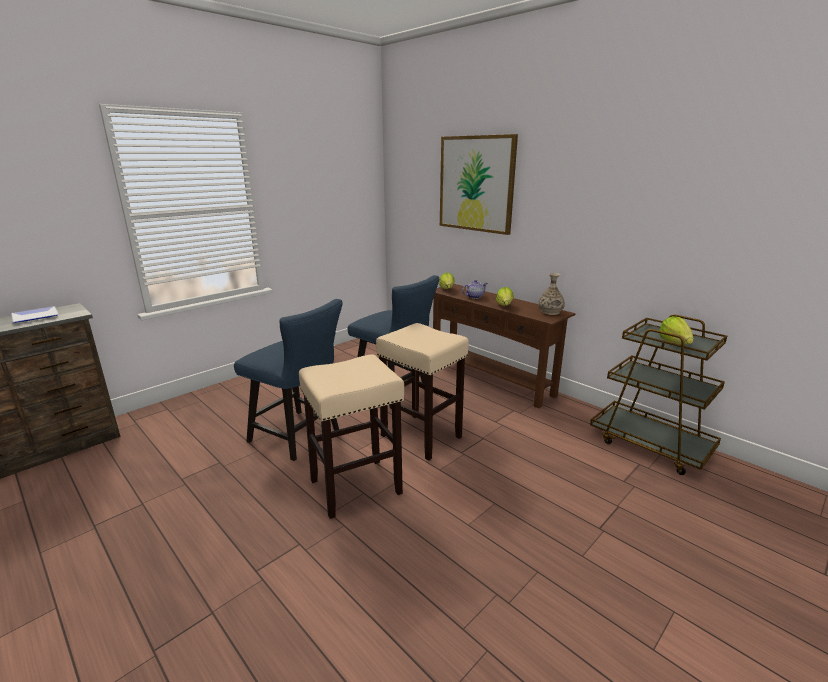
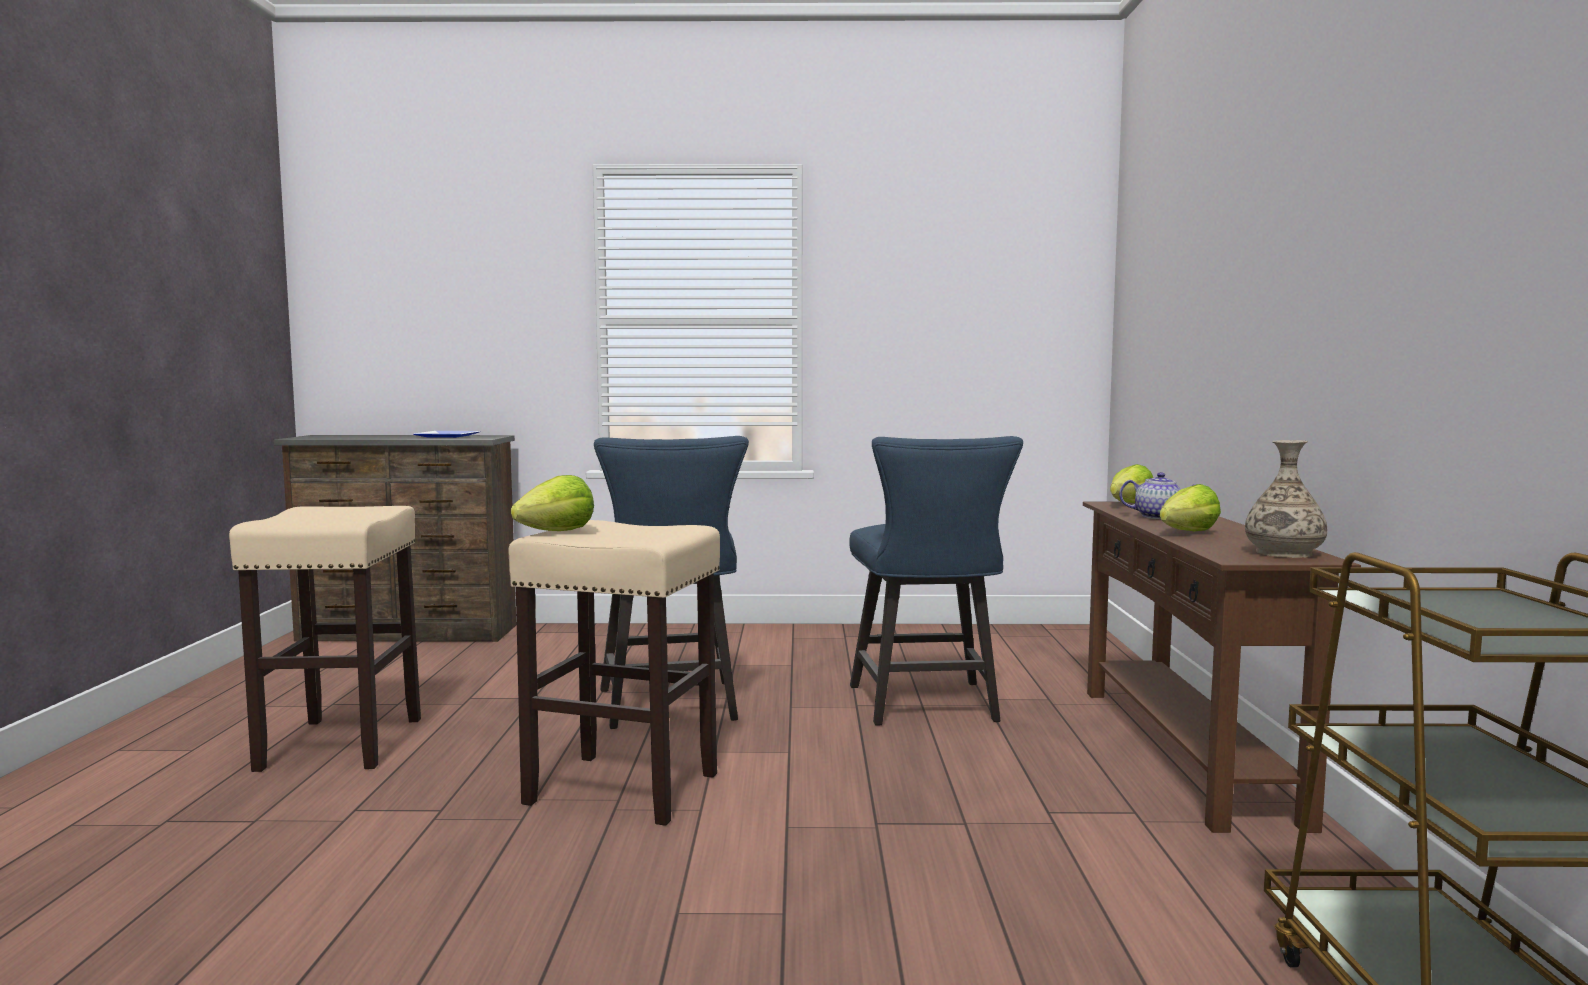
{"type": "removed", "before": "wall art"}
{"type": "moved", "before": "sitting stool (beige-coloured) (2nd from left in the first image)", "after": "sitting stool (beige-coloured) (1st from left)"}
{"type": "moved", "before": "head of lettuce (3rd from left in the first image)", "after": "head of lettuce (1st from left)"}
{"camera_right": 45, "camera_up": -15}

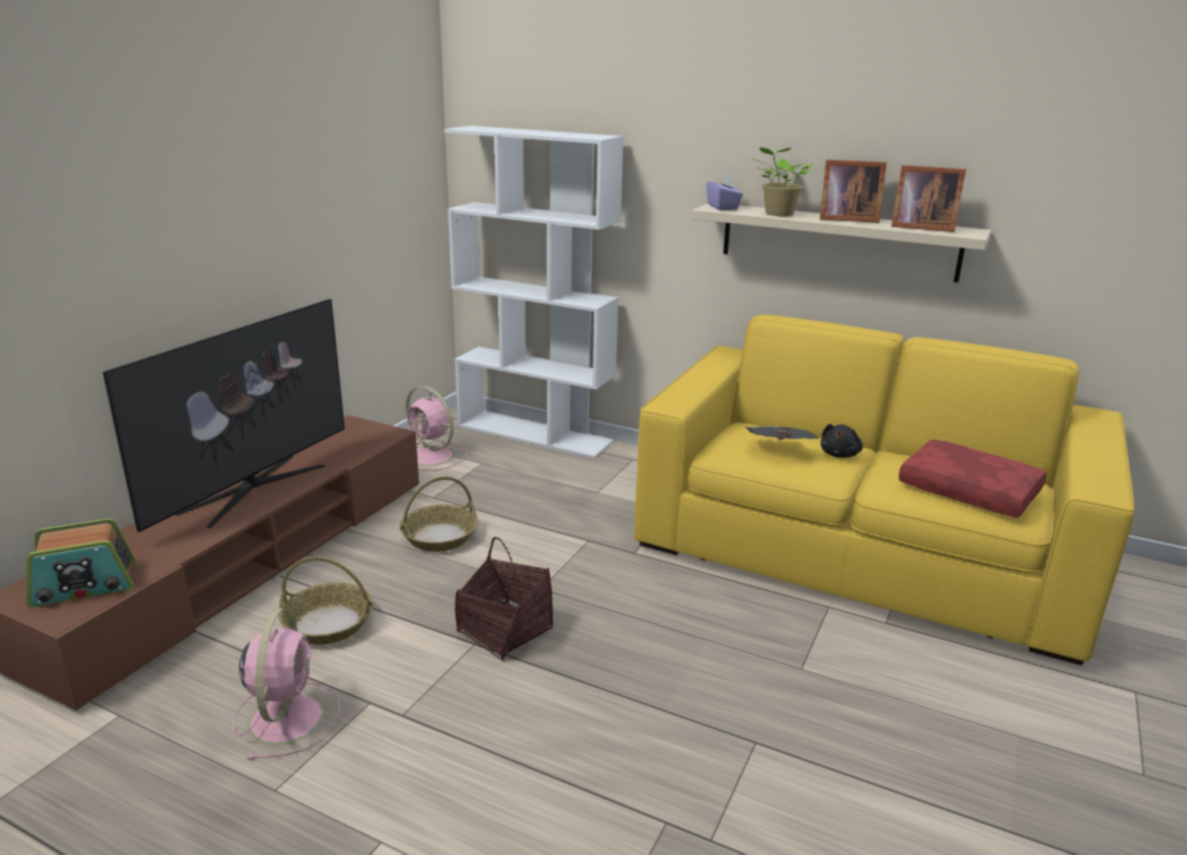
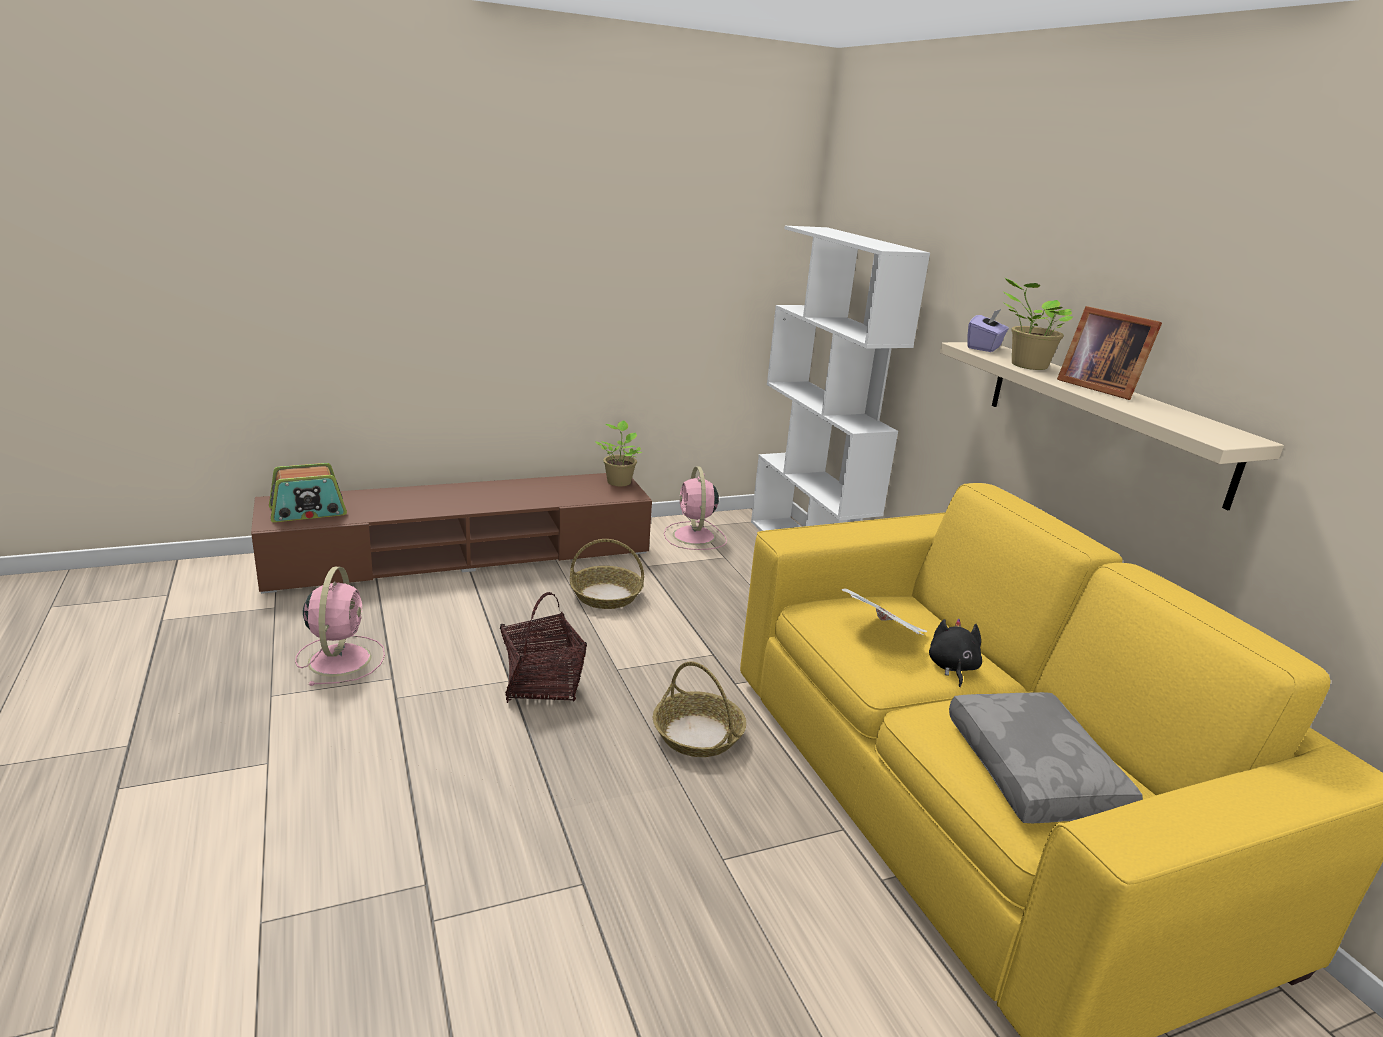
{"type": "removed", "before": "TV set"}
{"type": "removed", "before": "photo frame (2nd from left)"}
{"type": "added", "after": "plant in a pot (1st from left)"}
{"type": "moved", "before": "household basket (1st from left in the first image)", "after": "household basket (3rd from left)"}
{"type": "recoloured", "before": "throw pillow (red-coloured)", "after": "throw pillow (greyish)"}
{"type": "turned", "before": "radio receiver", "turn": -45}
{"type": "turned", "before": "electric fan (pinkish) (1st from left)", "turn": -45}
{"type": "turned", "before": "plush toy (blackish)", "turn": 120}
{"camera_right": 40, "camera_up": 0}

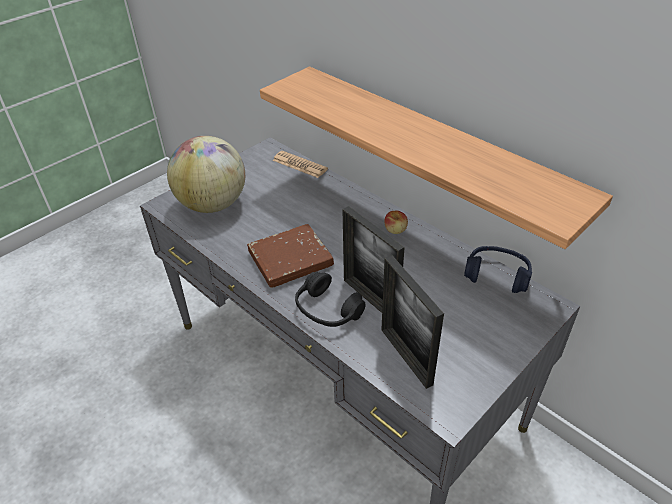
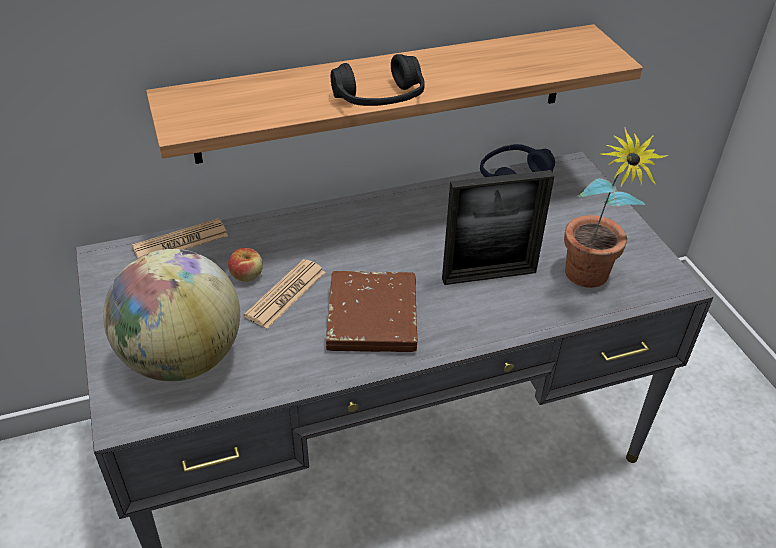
{"type": "added", "after": "printed paper (2nd from left)"}
{"type": "moved", "before": "headphones (blackish)"}
{"type": "moved", "before": "apple"}
{"type": "replaced", "before": "photo frame (2nd from left)", "after": "plant in a pot"}
{"camera_right": -65, "camera_up": 0}

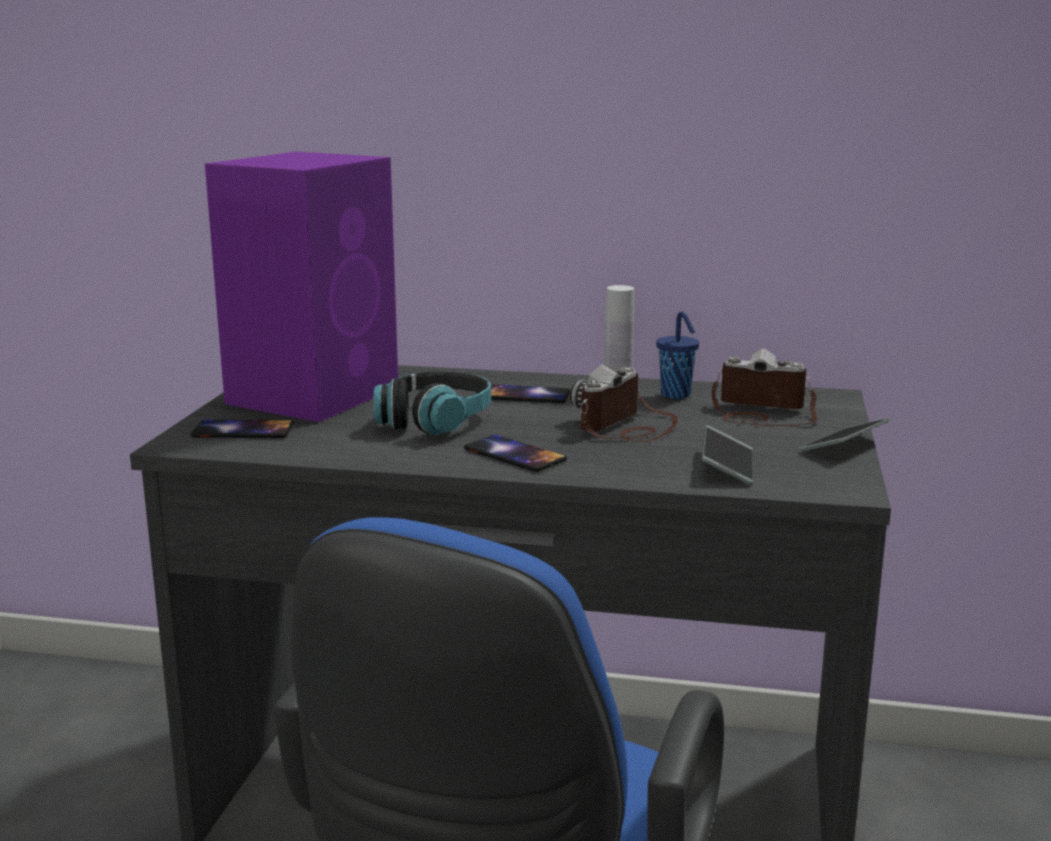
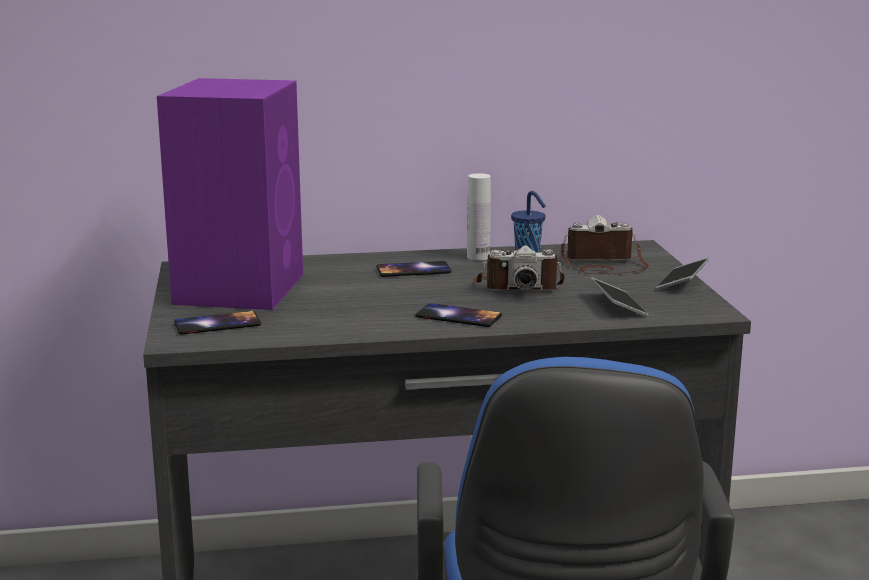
{"type": "removed", "before": "headphones"}
{"type": "turned", "before": "photo camera (1st from left)", "turn": -105}
{"camera_right": -20, "camera_up": 0}

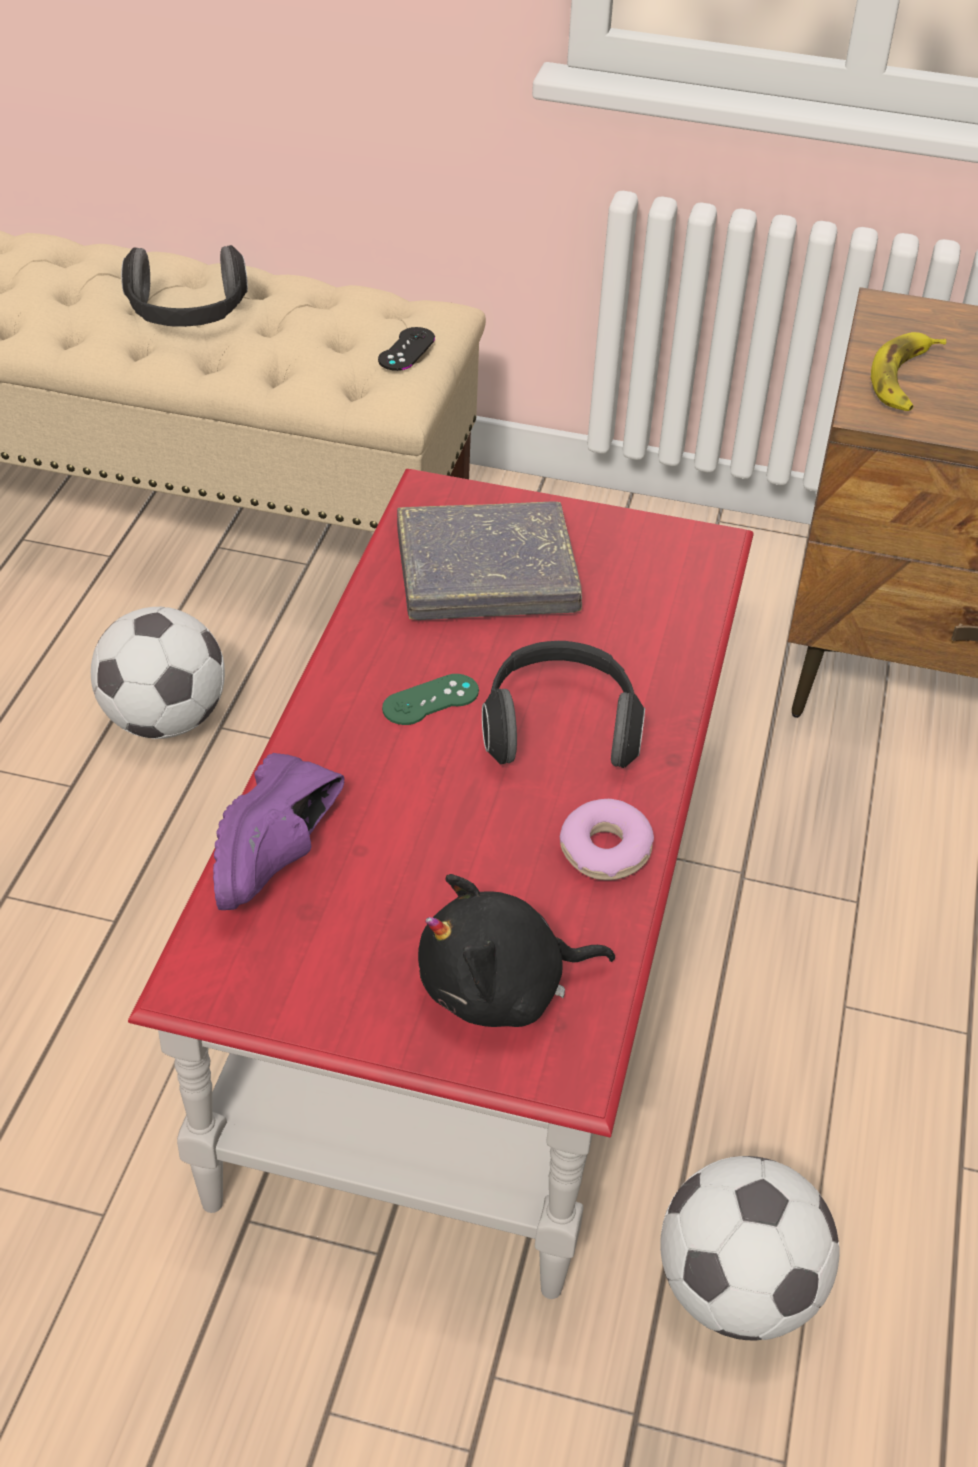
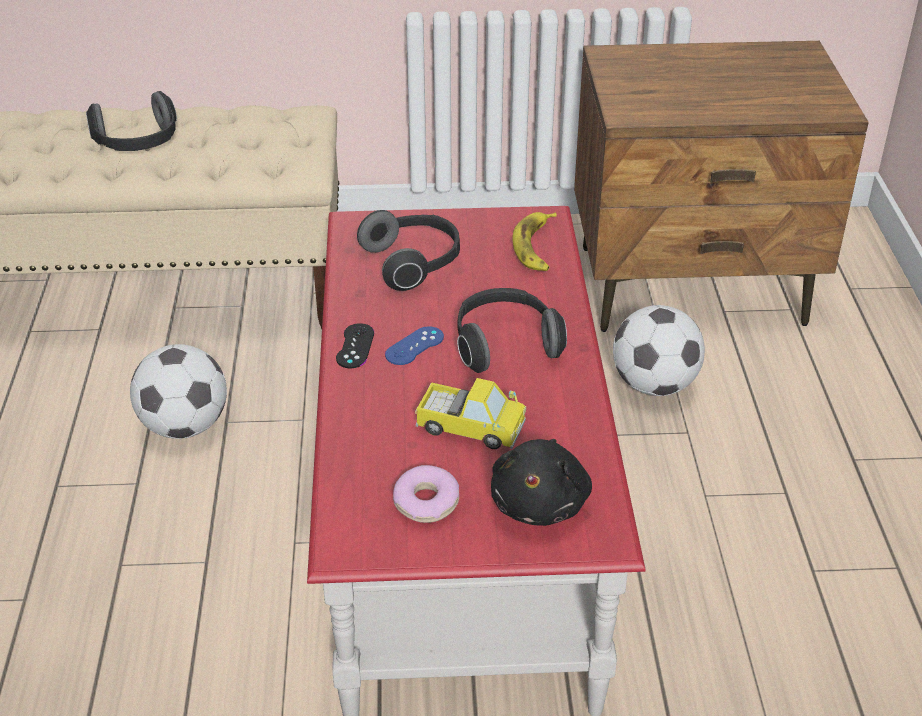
{"type": "removed", "before": "low shoe (purplish)"}
{"type": "added", "after": "model truck"}
{"type": "moved", "before": "gamepad (blackish)"}
{"type": "moved", "before": "donut"}
{"type": "moved", "before": "football (2nd from left)"}
{"type": "moved", "before": "whole banana"}
{"type": "replaced", "before": "volume (greyish)", "after": "headphones (2nd from left)"}
{"type": "recoloured", "before": "gamepad (green)", "after": "gamepad (blue-coloured)"}
{"type": "turned", "before": "plush toy (blackish)", "turn": -45}
{"camera_right": -15, "camera_up": -5}

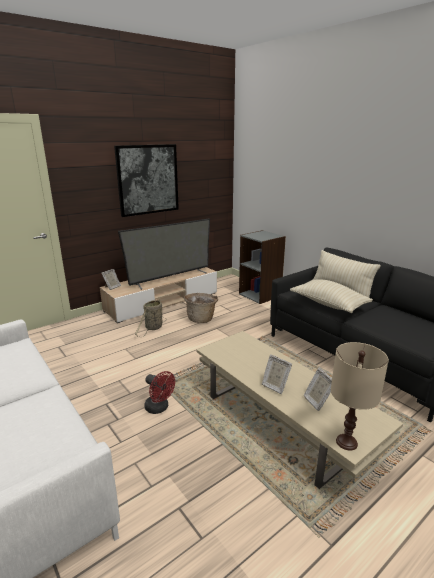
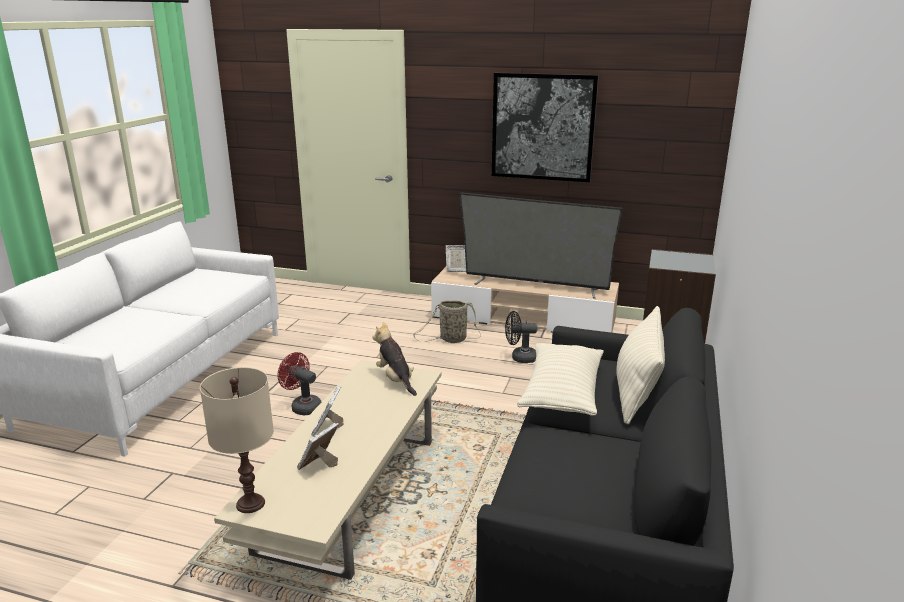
{"type": "added", "after": "plush toy"}
{"type": "replaced", "before": "household basket (2nd from left)", "after": "electric fan (blackish)"}
{"type": "turned", "before": "electric fan (red-coloured)", "turn": 120}
{"camera_right": 55, "camera_up": 0}

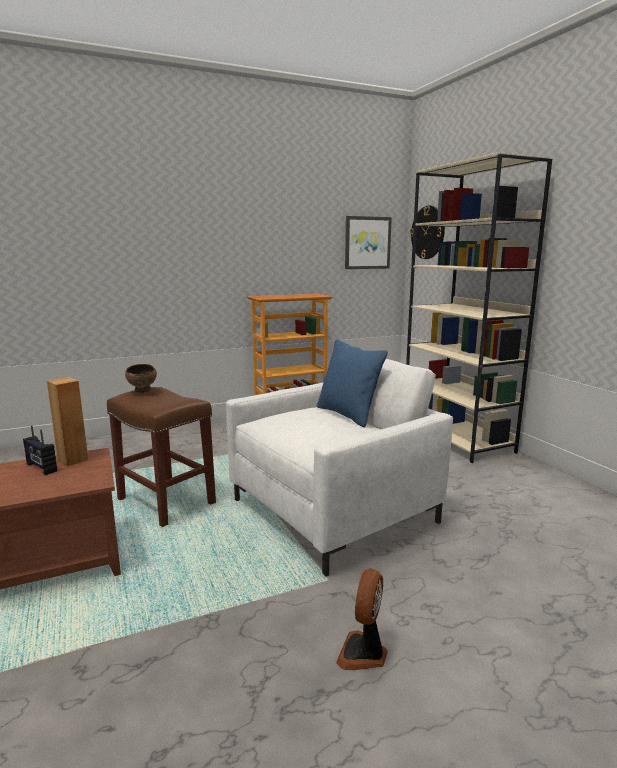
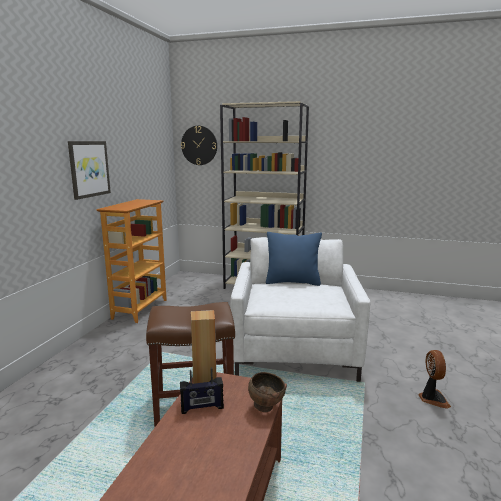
{"type": "moved", "before": "bowl (brownish)"}
{"type": "moved", "before": "wall art"}
{"type": "turned", "before": "electric fan", "turn": -150}
{"camera_right": -50, "camera_up": 0}

